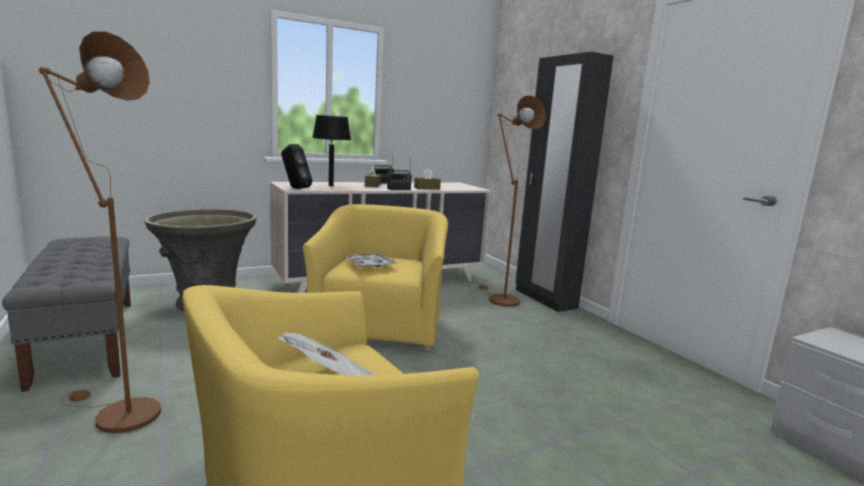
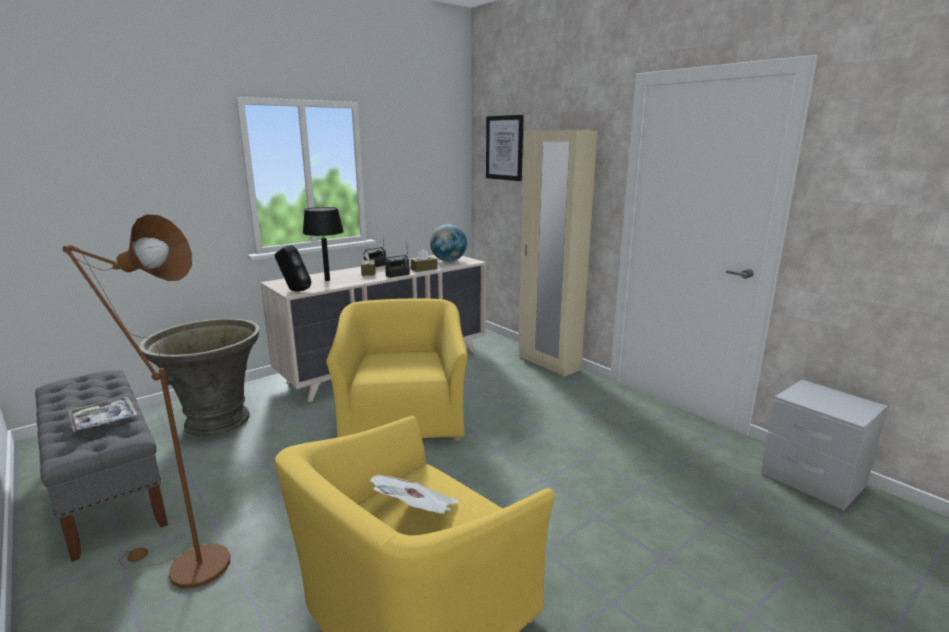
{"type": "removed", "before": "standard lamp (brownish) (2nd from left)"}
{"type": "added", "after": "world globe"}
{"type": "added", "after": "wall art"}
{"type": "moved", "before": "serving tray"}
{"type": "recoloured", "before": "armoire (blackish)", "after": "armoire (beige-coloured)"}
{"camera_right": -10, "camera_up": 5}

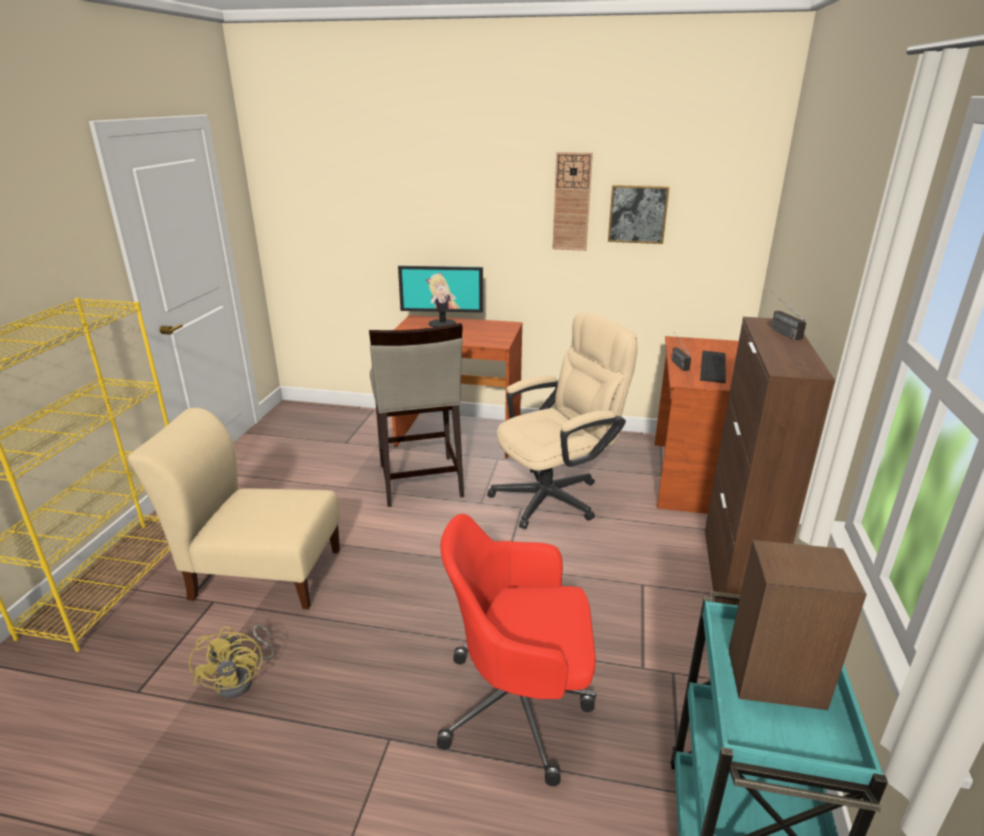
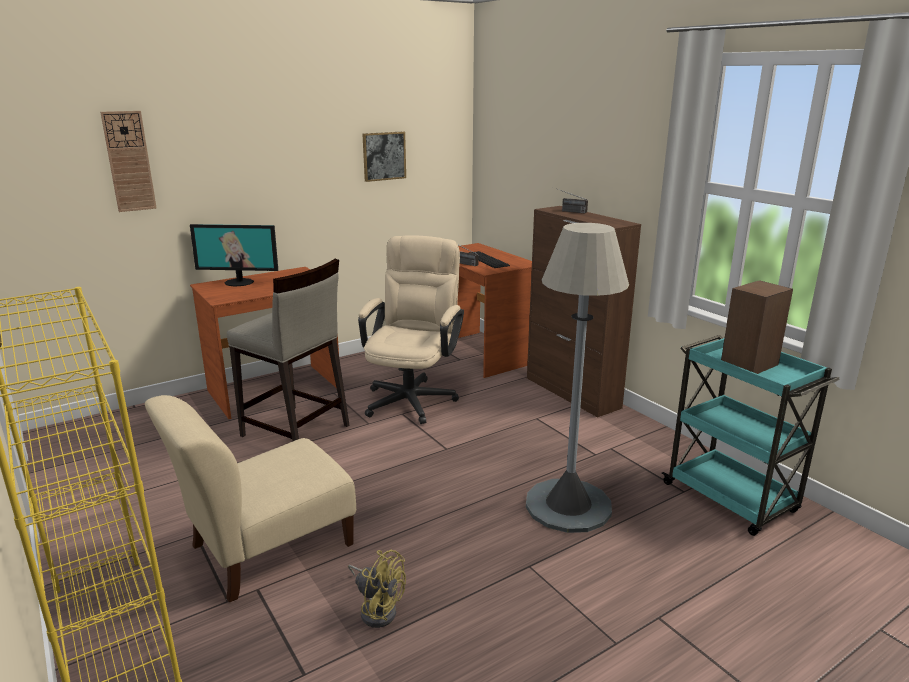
{"type": "moved", "before": "wall clock"}
{"type": "replaced", "before": "computer chair (red-coloured)", "after": "standard lamp (greyish)"}
{"type": "turned", "before": "computer display", "turn": 45}
{"camera_right": -45, "camera_up": -5}

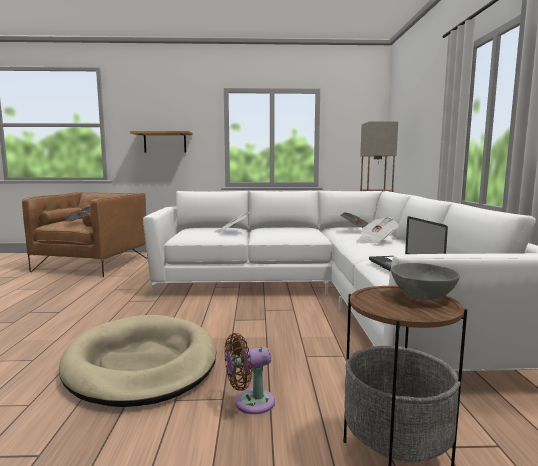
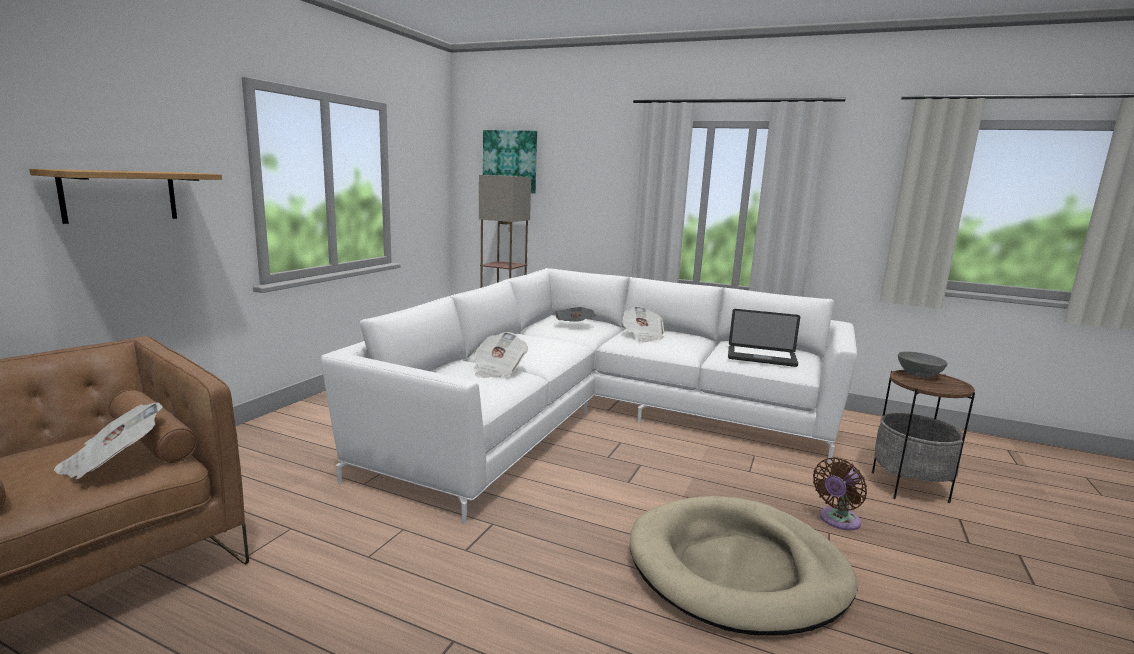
{"type": "added", "after": "wall art"}
{"type": "turned", "before": "electric fan (brownish)", "turn": 45}
{"camera_right": -65, "camera_up": 5}

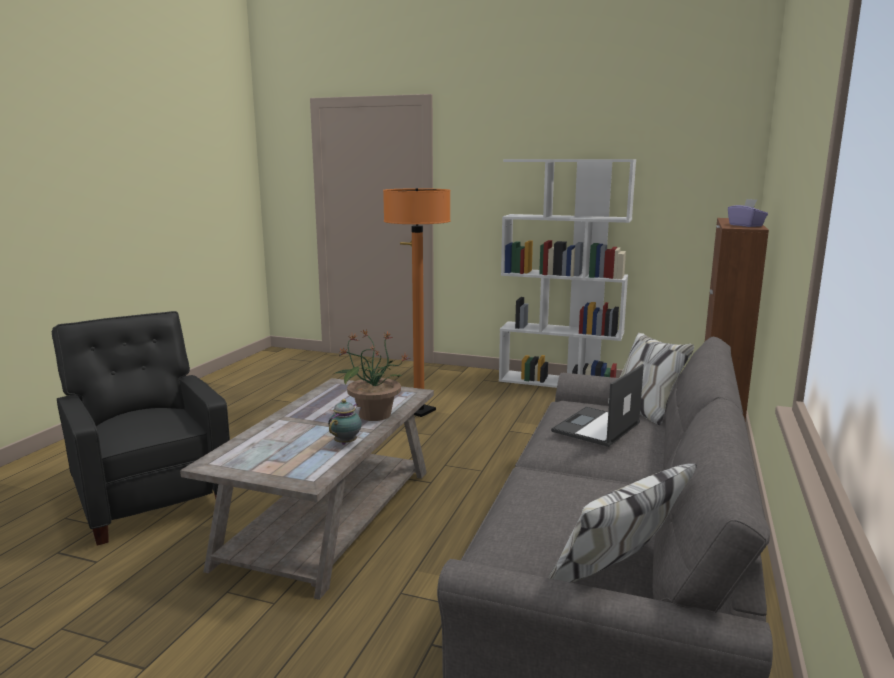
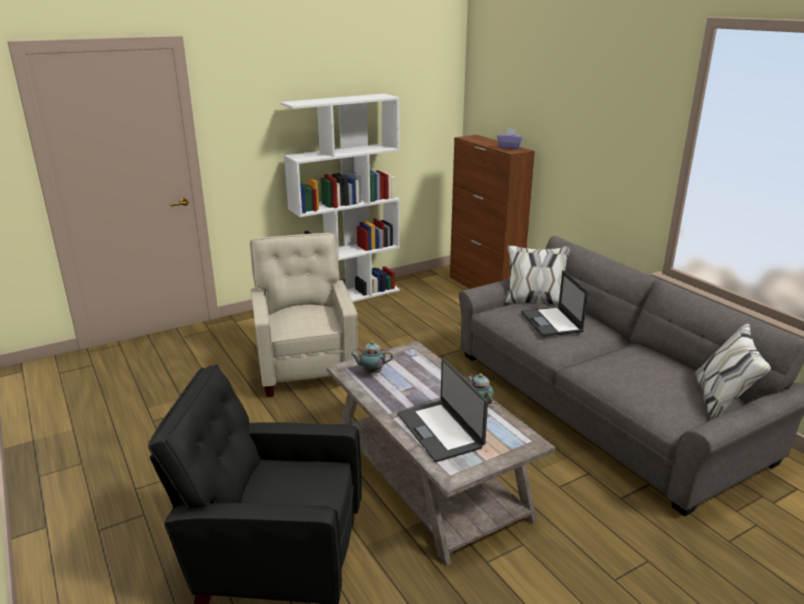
{"type": "removed", "before": "plant in a pot"}
{"type": "added", "after": "tea pot (1st from left)"}
{"type": "added", "after": "notebook computer (1st from left)"}
{"type": "replaced", "before": "standard lamp (orangey)", "after": "armchair (beige-coloured)"}
{"camera_right": -50, "camera_up": 10}

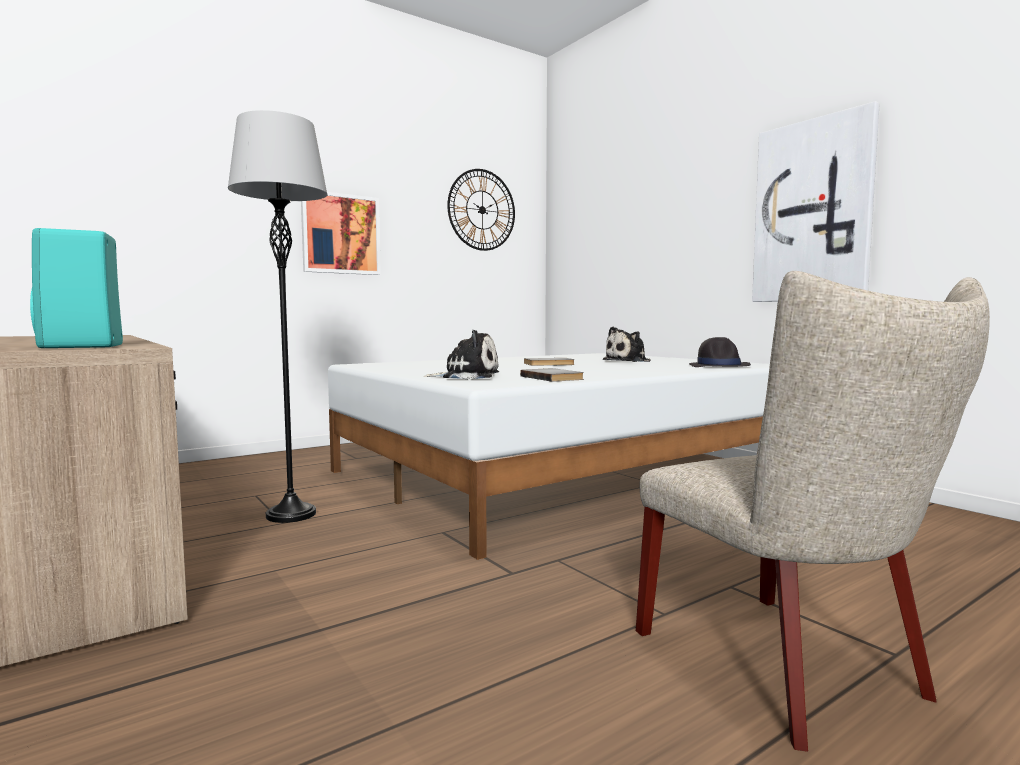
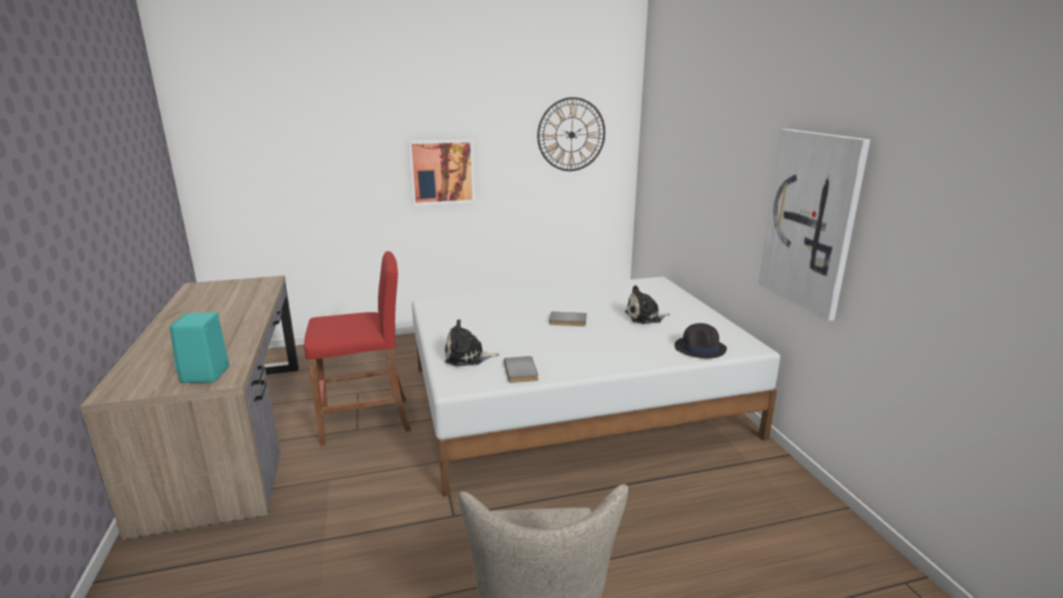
{"type": "replaced", "before": "standard lamp (greyish)", "after": "sitting stool (red-coloured)"}
{"type": "turned", "before": "plush toy (1st from left)", "turn": 150}
{"camera_right": 20, "camera_up": 15}

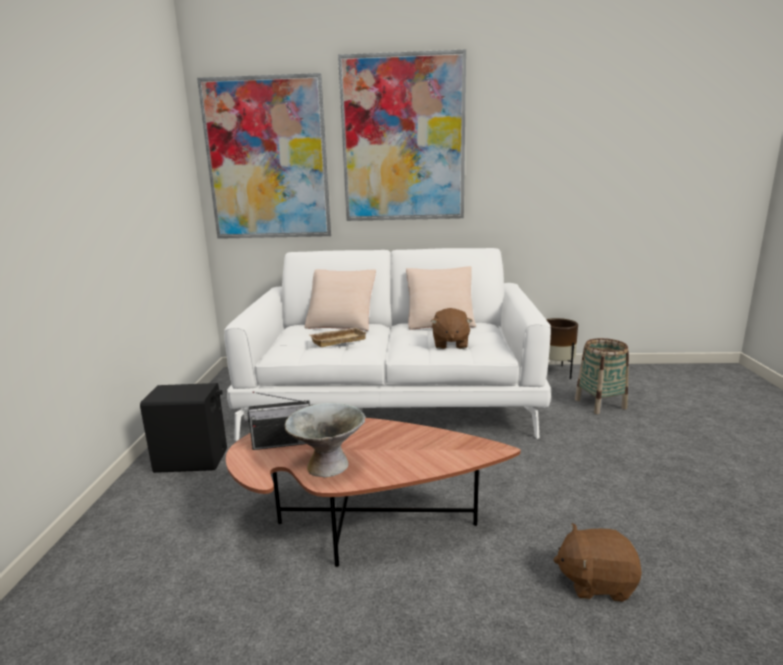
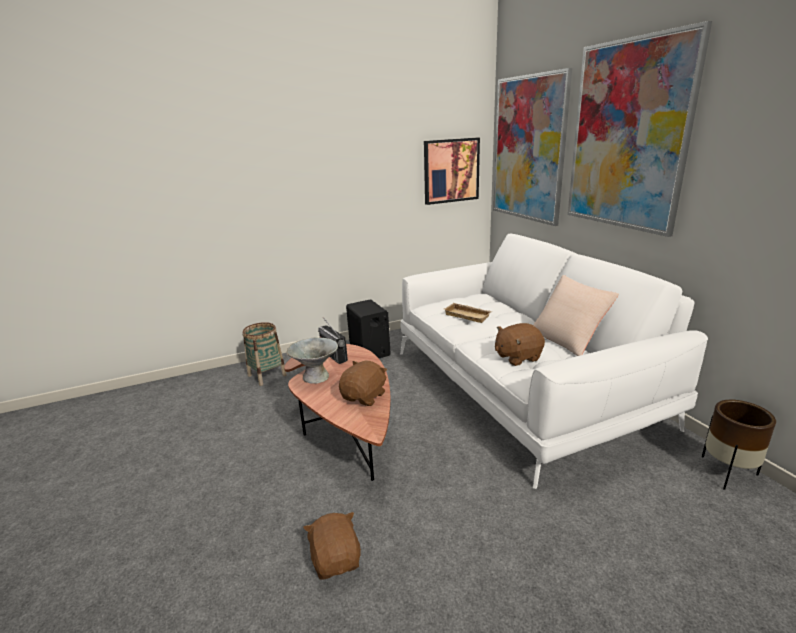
{"type": "removed", "before": "throw pillow (beige-coloured) (1st from left)"}
{"type": "added", "after": "plush toy (brownish) (2nd from left)"}
{"type": "added", "after": "wall art (1st from left)"}
{"type": "moved", "before": "household basket"}
{"camera_right": 65, "camera_up": 5}

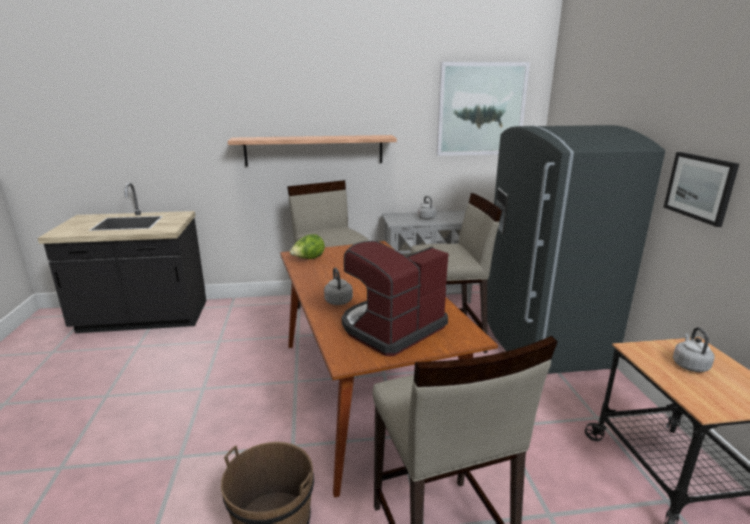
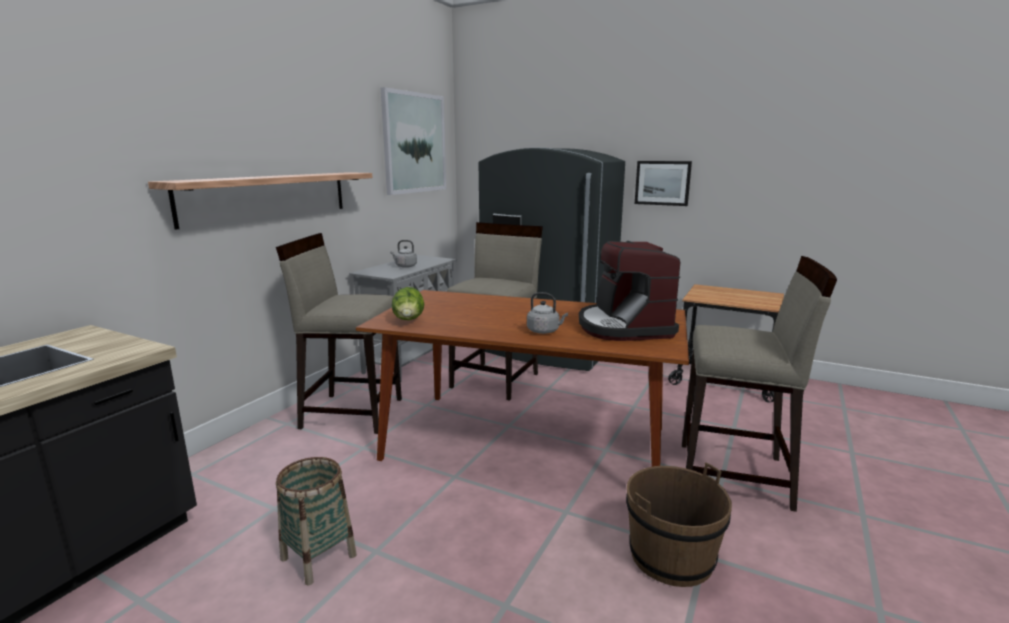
{"type": "removed", "before": "water kettle (greyish) (3rd from left)"}
{"type": "added", "after": "household basket"}
{"camera_right": -55, "camera_up": -5}

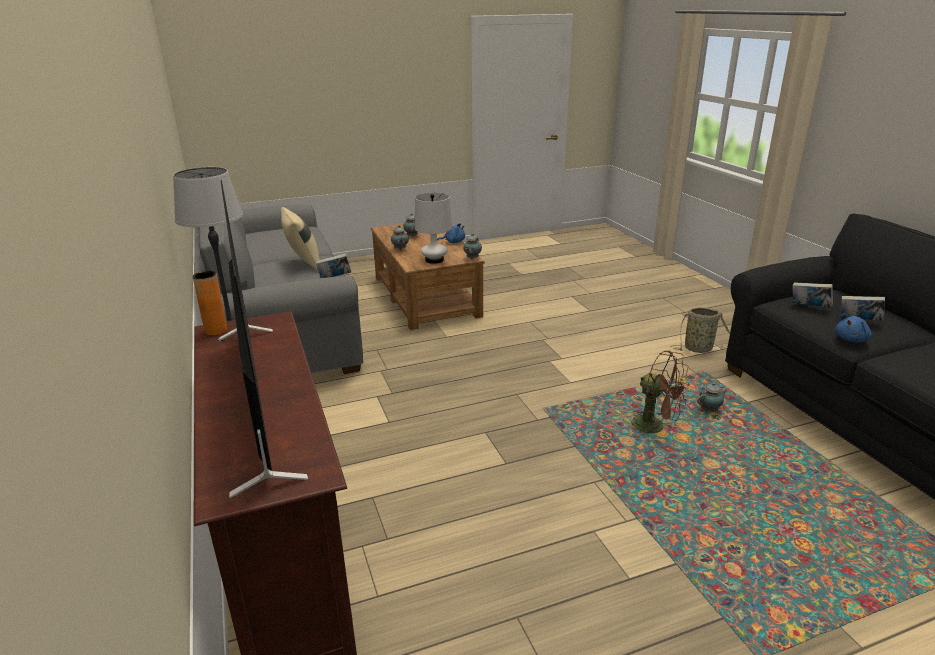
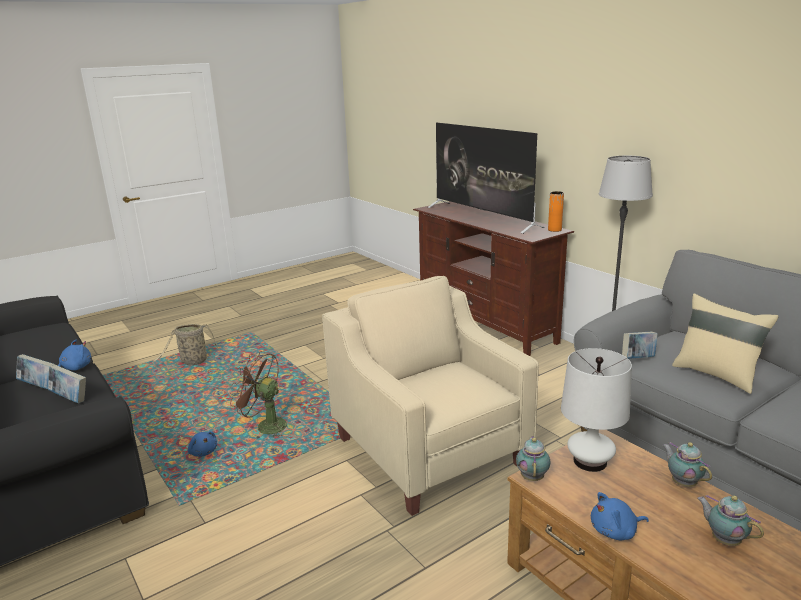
{"type": "added", "after": "armchair (beige-coloured)"}
{"type": "moved", "before": "household basket"}
{"type": "replaced", "before": "tea pot (4th from left)", "after": "plush toy (blue-coloured) (2nd from left)"}
{"camera_right": 165, "camera_up": -5}

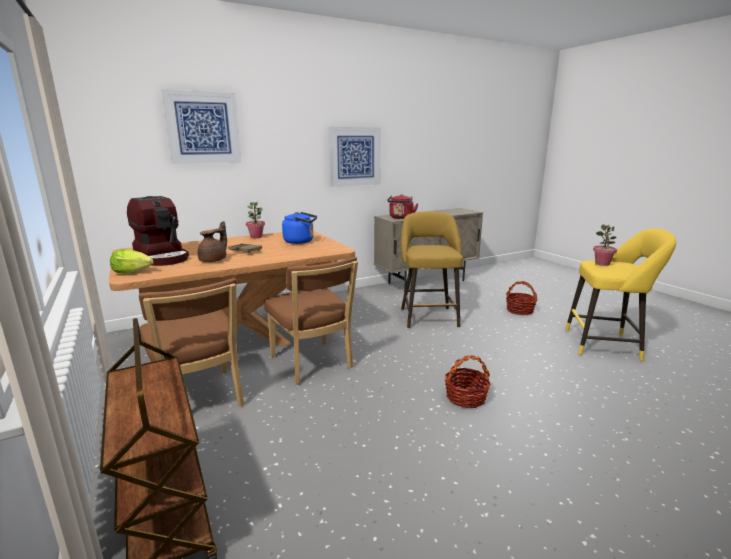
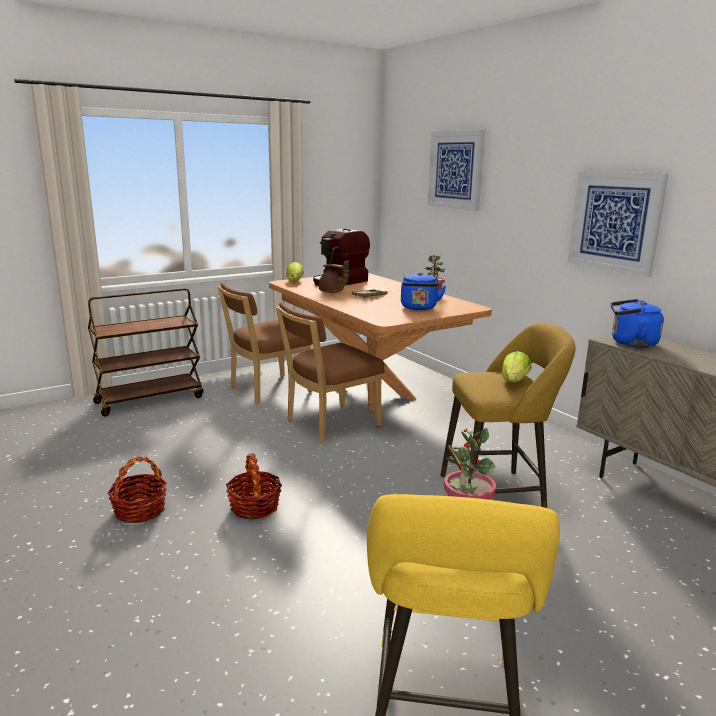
{"type": "added", "after": "head of lettuce (2nd from left)"}
{"type": "moved", "before": "household basket (2nd from left in the first image)", "after": "household basket (1st from left)"}
{"type": "recoloured", "before": "water kettle (red-coloured)", "after": "water kettle (blue-coloured) (2nd from left)"}
{"camera_right": 85, "camera_up": 0}

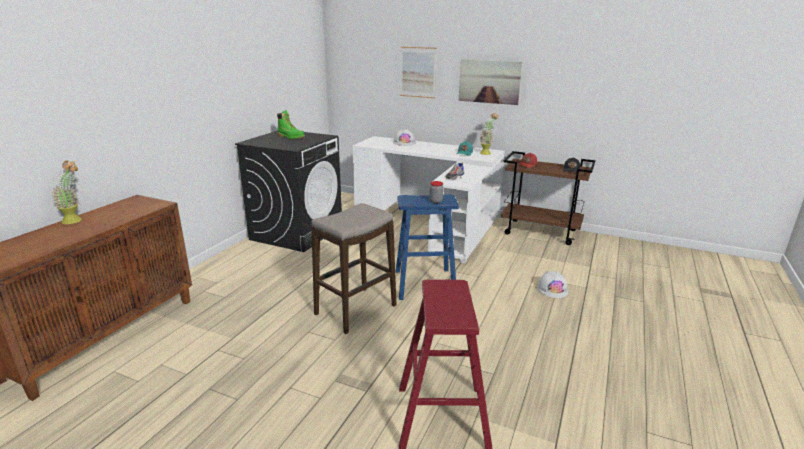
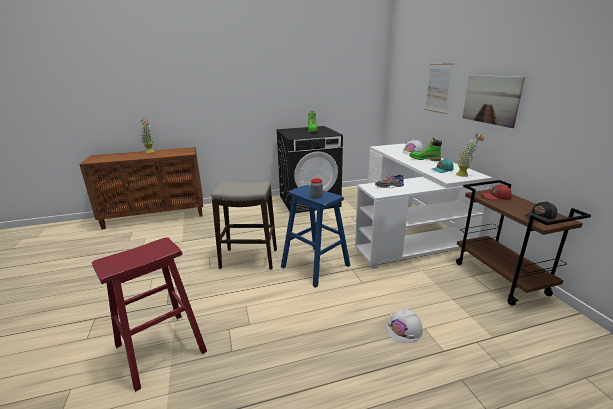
{"type": "added", "after": "boot (green) (2nd from left)"}
{"camera_right": 50, "camera_up": 0}

